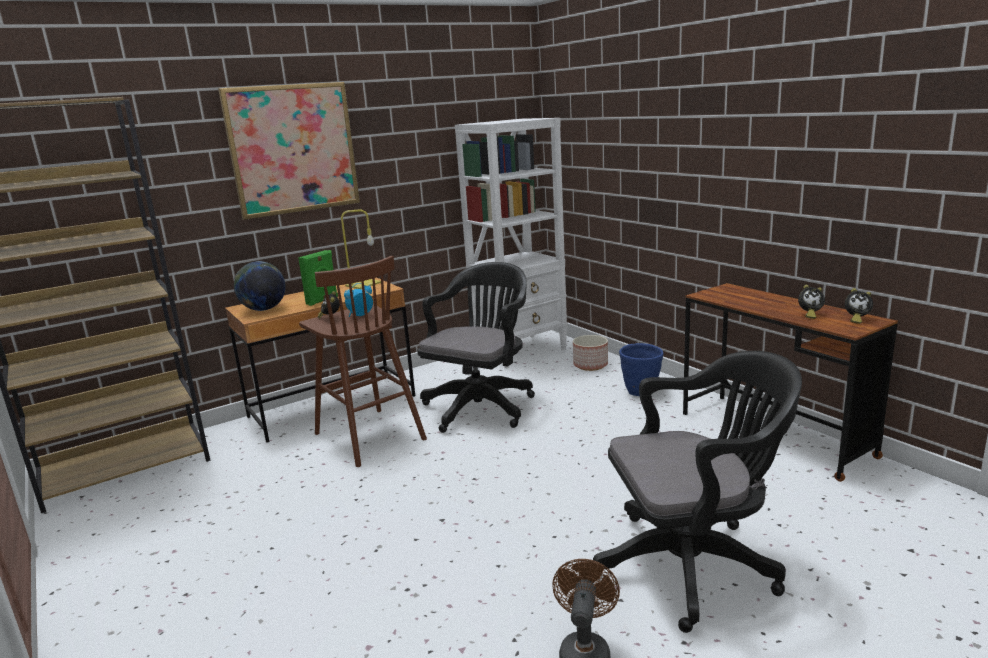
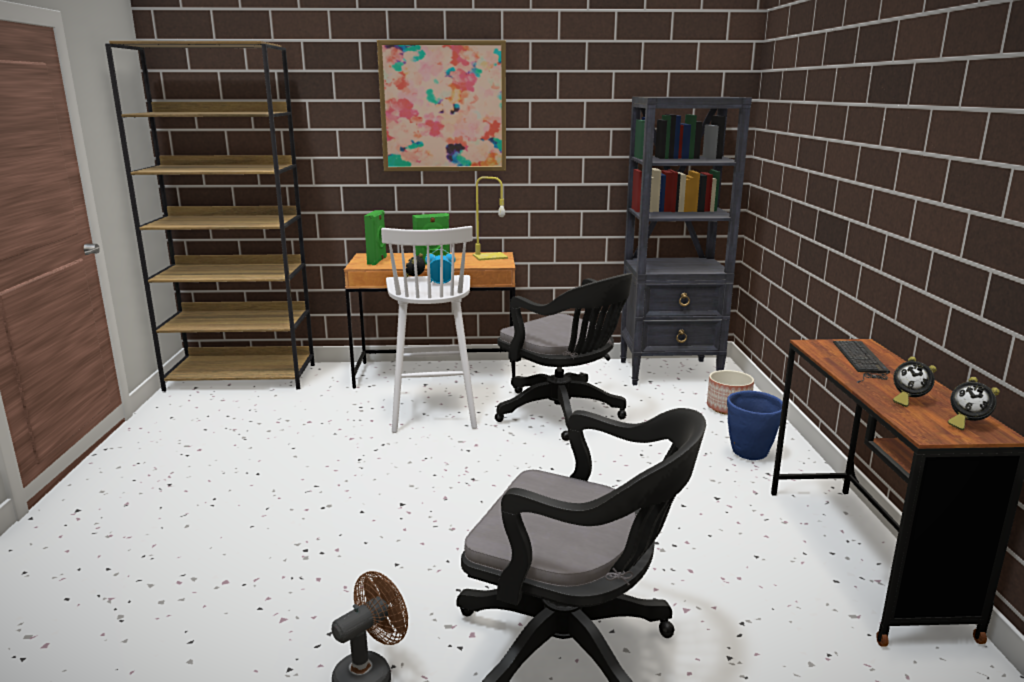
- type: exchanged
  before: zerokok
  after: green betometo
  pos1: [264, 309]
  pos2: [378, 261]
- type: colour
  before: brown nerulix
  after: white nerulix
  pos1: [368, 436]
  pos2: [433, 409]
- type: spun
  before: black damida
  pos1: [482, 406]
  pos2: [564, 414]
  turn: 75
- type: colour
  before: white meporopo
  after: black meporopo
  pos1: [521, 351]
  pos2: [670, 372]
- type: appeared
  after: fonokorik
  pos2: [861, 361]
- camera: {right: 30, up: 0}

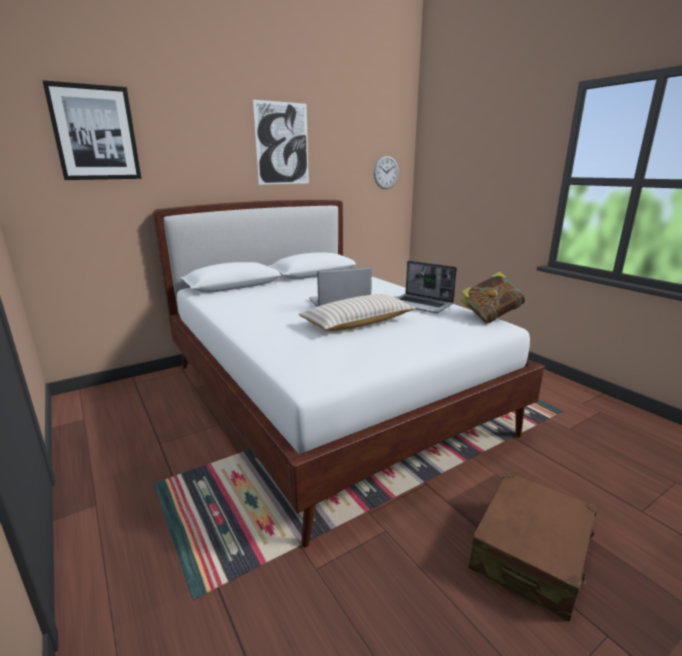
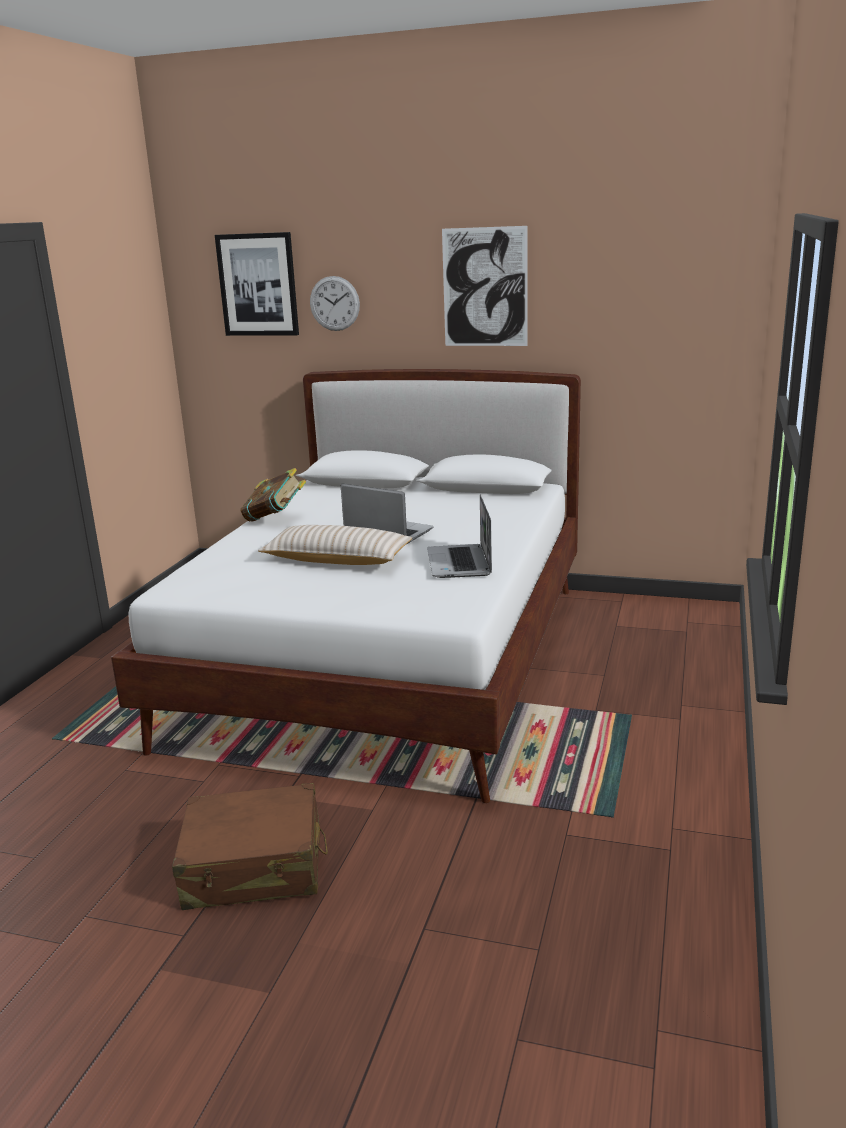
- type: relocated
  before: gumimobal
  pos1: [386, 172]
  pos2: [334, 303]
- type: relocated
  before: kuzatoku
  pos1: [490, 317]
  pos2: [275, 519]
- camera: {right: 50, up: 0}

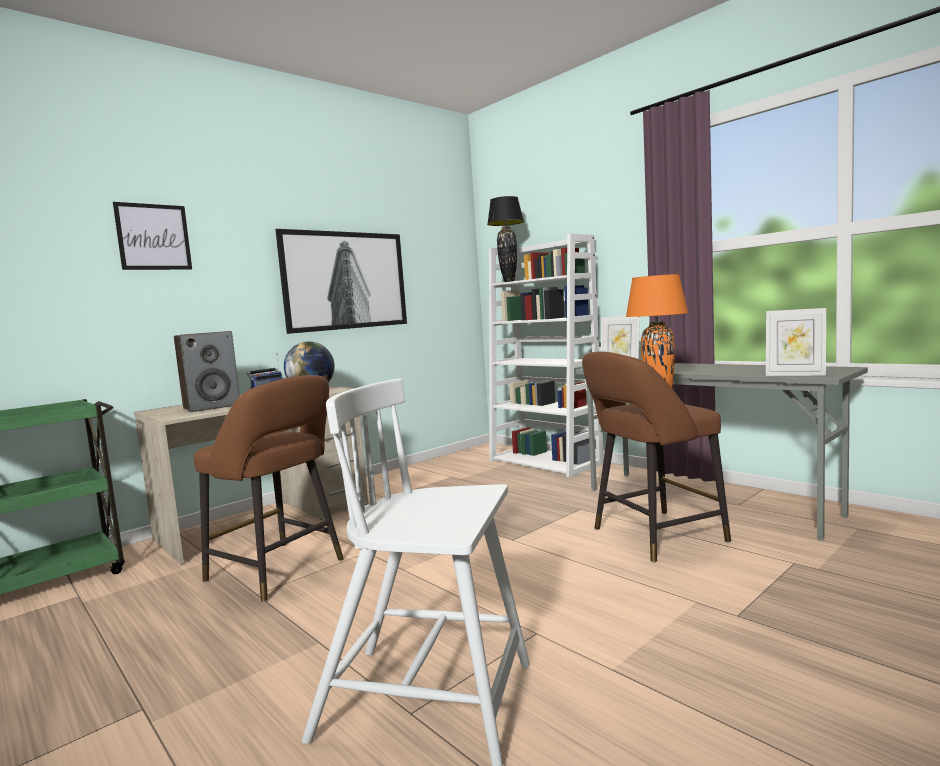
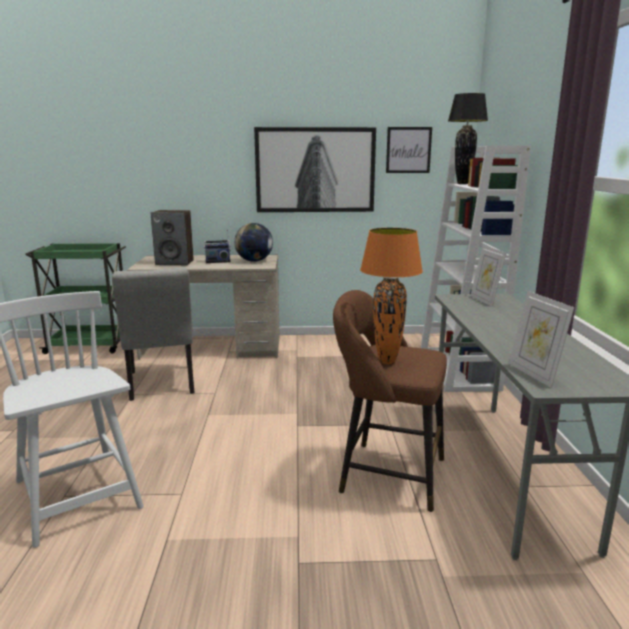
- type: relocated
  before: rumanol
  pos1: [153, 237]
  pos2: [408, 150]
- type: exchanged
  before: brown nerulix
  after: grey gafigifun
  pos1: [280, 572]
  pos2: [161, 385]
- camera: {right: 40, up: 10}

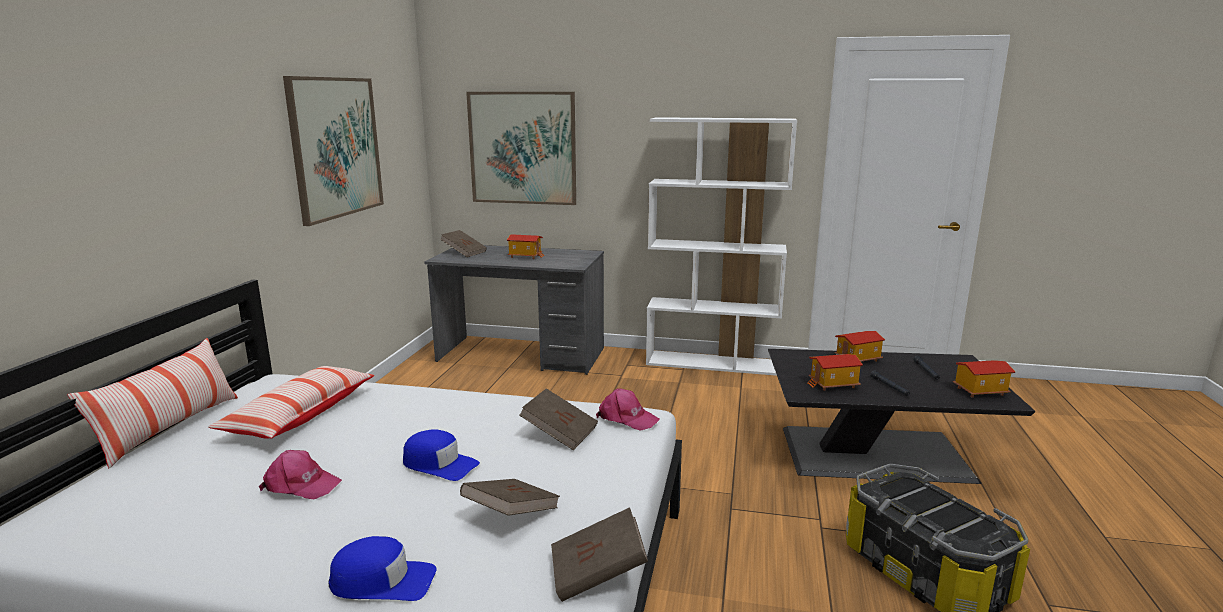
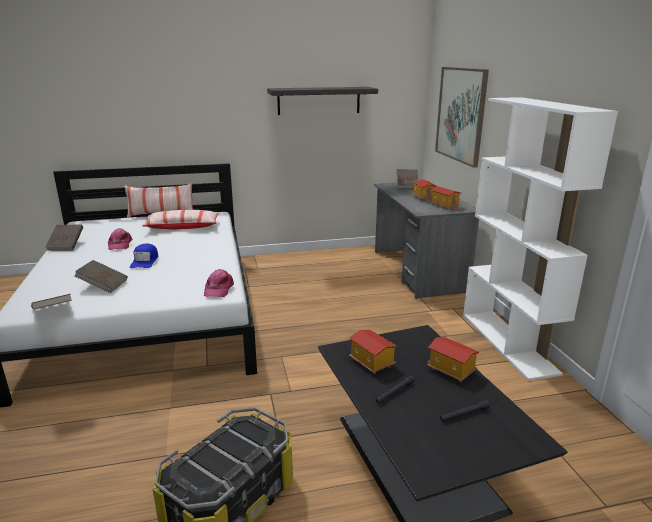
- type: exchanged
  before: rumanol
  after: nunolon
  pos1: [336, 147]
  pos2: [319, 100]
- type: missing
  before: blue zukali
  pos1: [383, 581]
- type: relocated
  before: brown kuzatoku
  pos1: [560, 433]
  pos2: [66, 245]
- type: relocated
  before: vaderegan
  pos1: [980, 391]
  pos2: [445, 206]
- camera: {right: 65, up: 5}

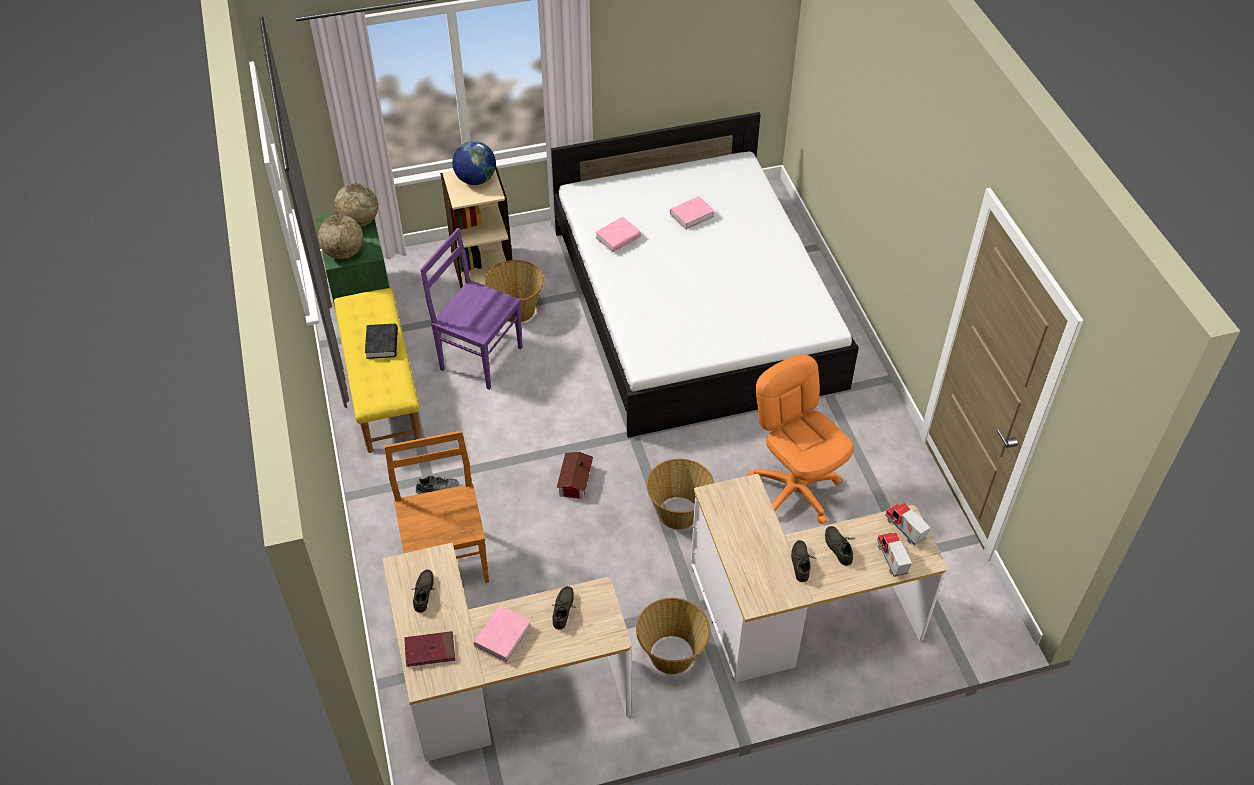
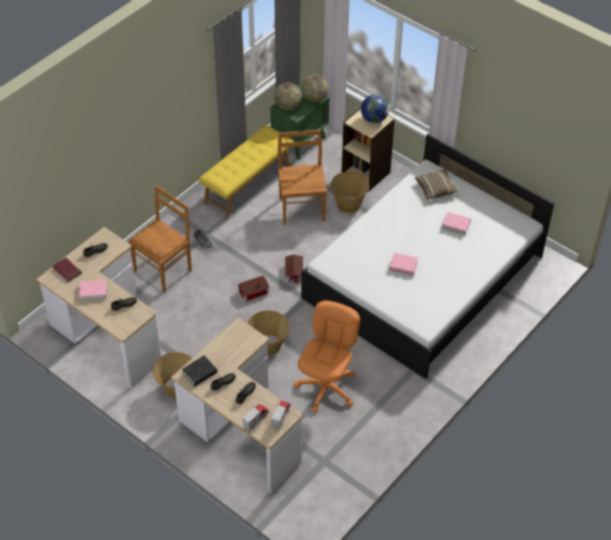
- type: relocated
  before: black kuzatoku
  pos1: [382, 344]
  pos2: [199, 373]
- type: colour
  before: purple gafigifun
  after: brown gafigifun
  pos1: [479, 357]
  pos2: [301, 208]
- type: relocated
  before: pink kuzatoku
  pos1: [618, 237]
  pos2: [403, 266]
- type: appeared
  after: vaderegan
  pos2: [294, 272]
- type: appeared
  after: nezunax
  pos2: [435, 188]
- camera: {right: 55, up: 0}

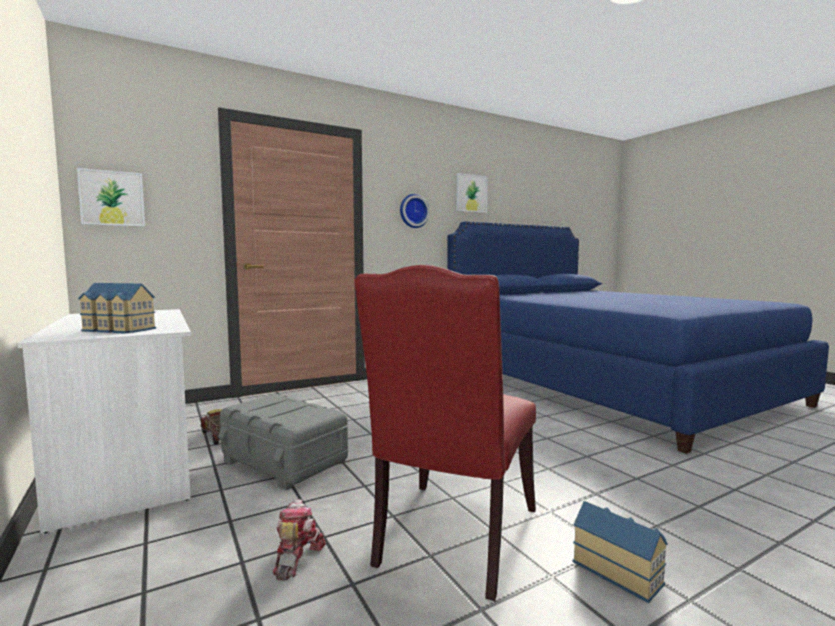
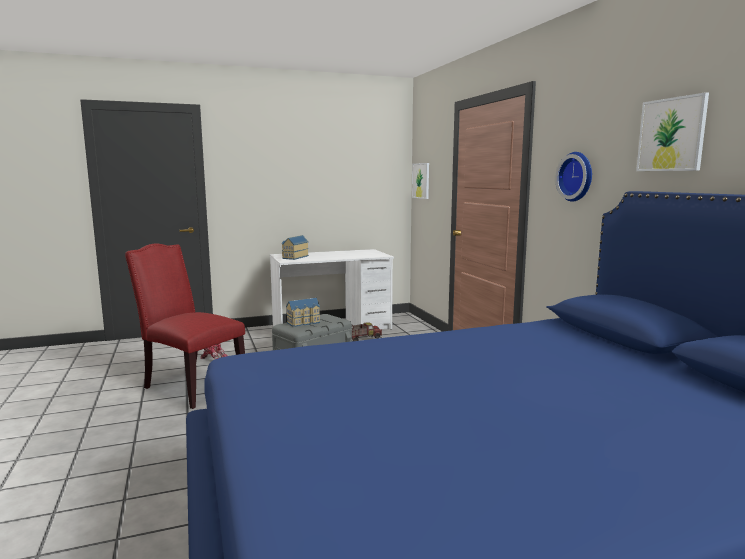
- type: relocated
  before: vaderegan
  pos1: [618, 570]
  pos2: [304, 322]
- camera: {right: 100, up: 5}

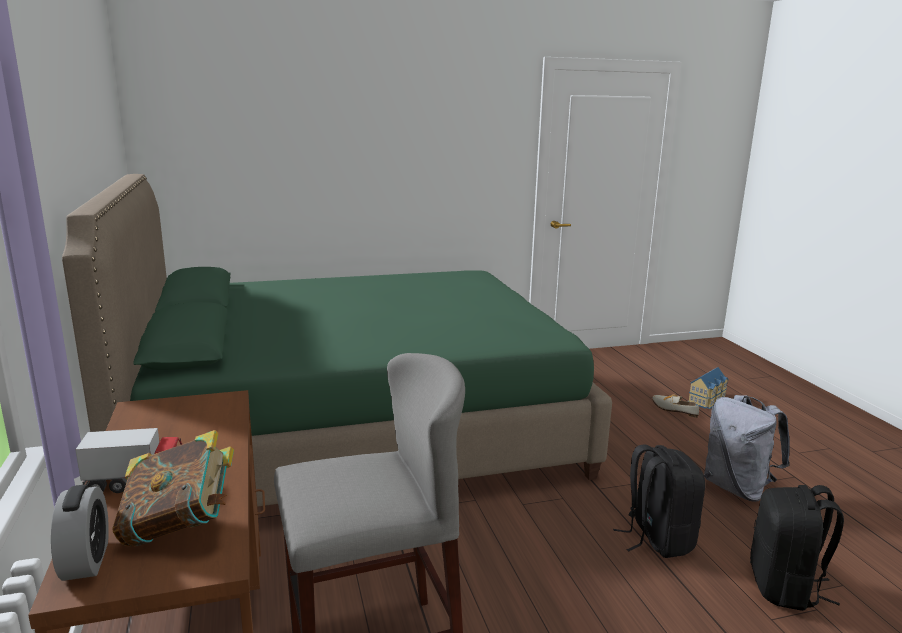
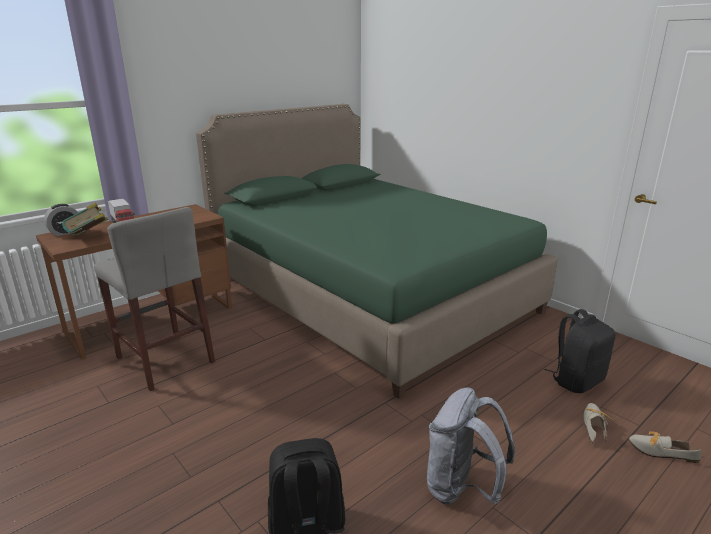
- type: relocated
  before: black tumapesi
  pos1: [657, 538]
  pos2: [576, 380]
- type: exchanged
  before: vaderegan
  after: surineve
  pos1: [708, 400]
  pos2: [657, 451]
- camera: {right: 65, up: 5}

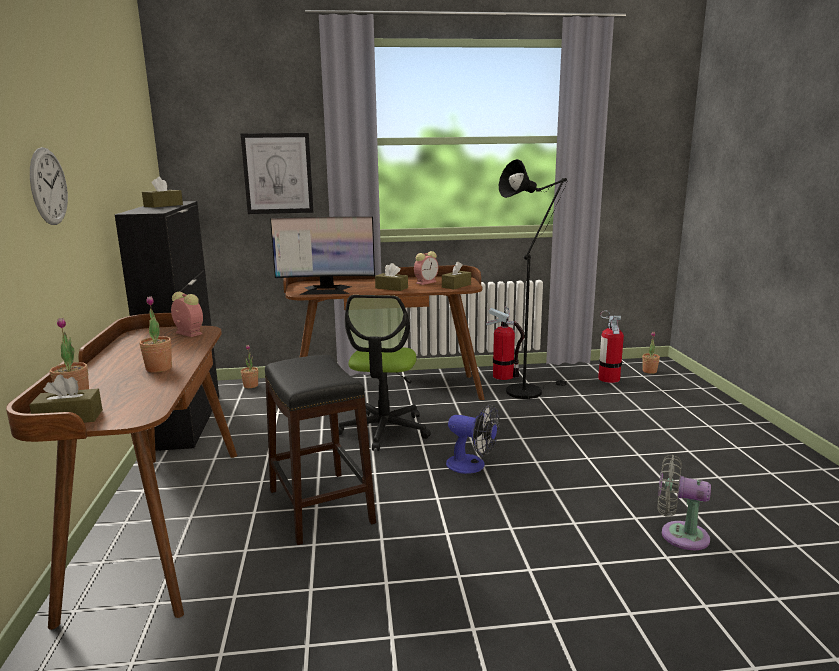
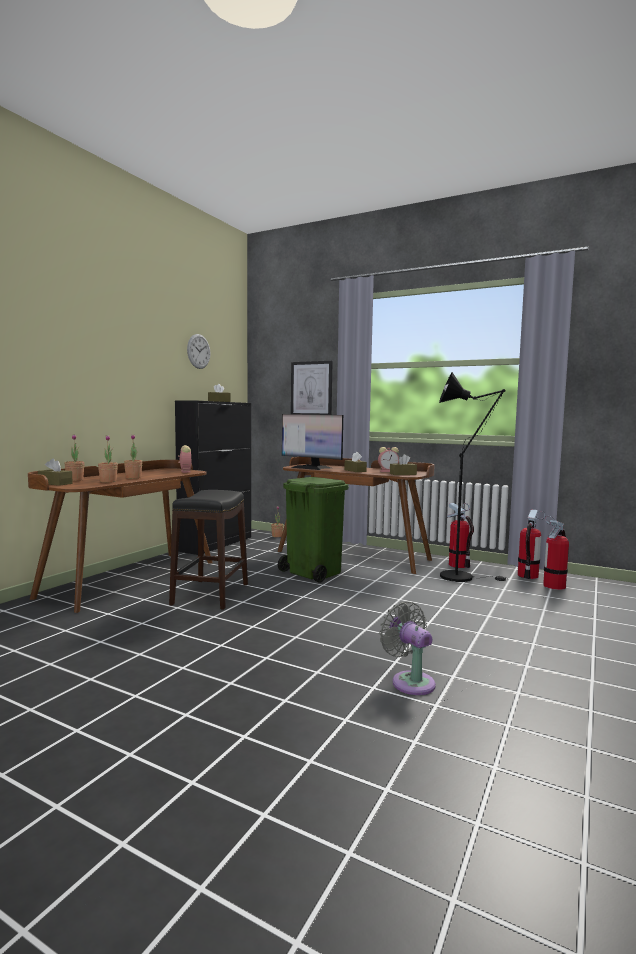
- type: relocated
  before: gumimobal
  pos1: [48, 186]
  pos2: [198, 351]
- type: exchanged
  before: damida
  after: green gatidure
  pos1: [384, 430]
  pos2: [313, 572]
- type: missing
  before: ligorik
  pos1: [472, 466]
- type: relocated
  before: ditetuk
  pos1: [649, 371]
  pos2: [108, 481]
- type: appeared
  after: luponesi
  pos2: [528, 576]
- camera: {right: 35, up: -10}

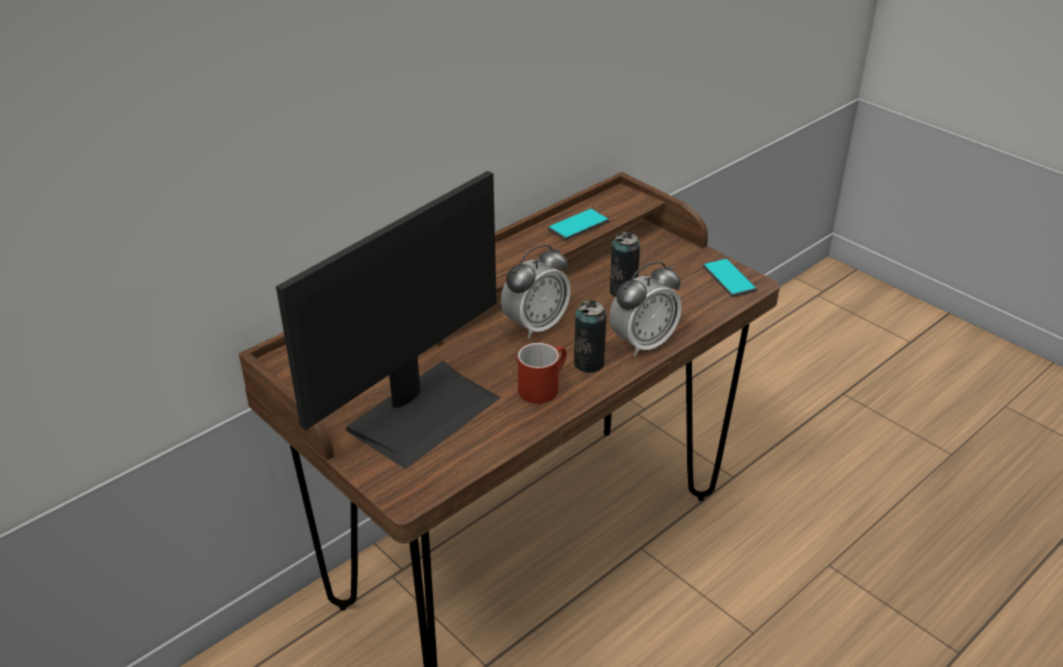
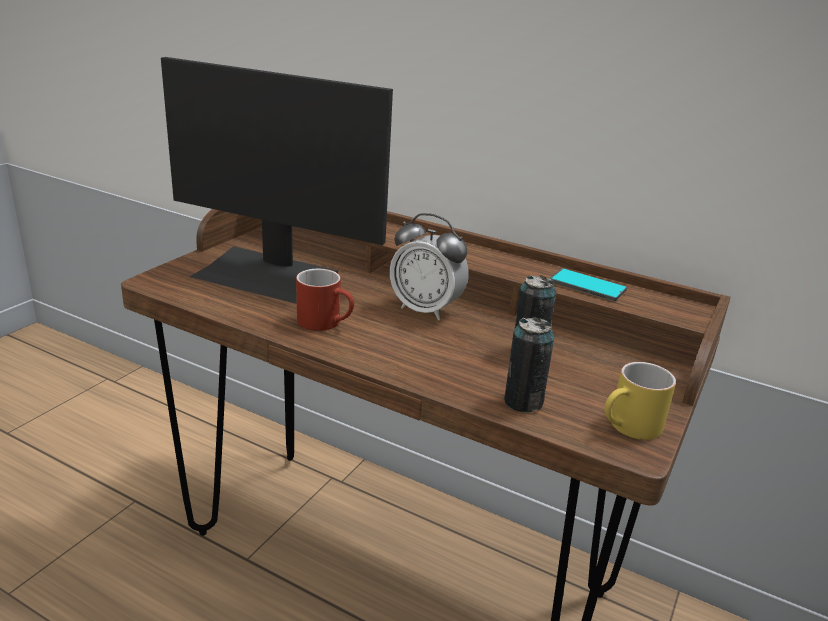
- type: relocated
  before: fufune
  pos1: [589, 363]
  pos2: [523, 402]
- type: missing
  before: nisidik
  pos1: [643, 343]
- type: exchanged
  before: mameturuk
  after: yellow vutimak
  pos1: [729, 278]
  pos2: [629, 428]
- camera: {right: 70, up: -10}

